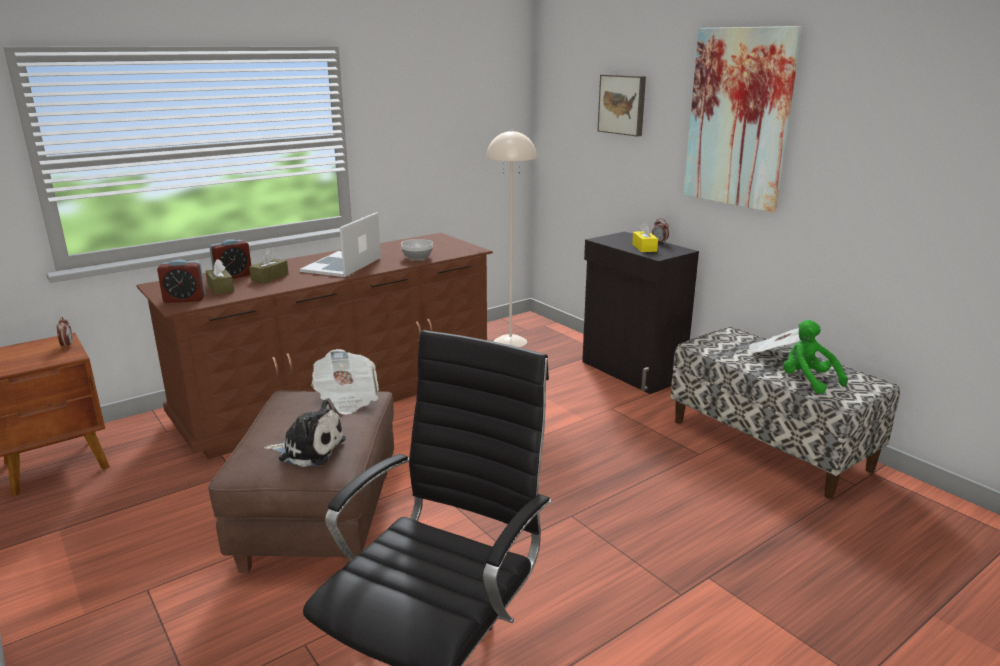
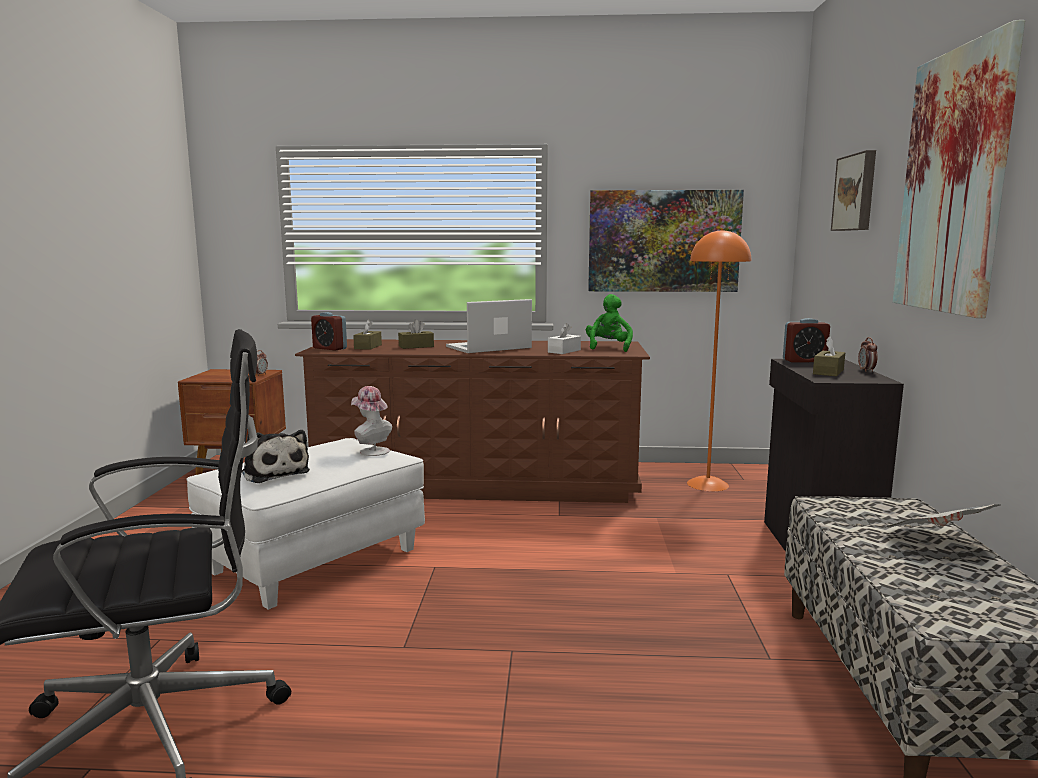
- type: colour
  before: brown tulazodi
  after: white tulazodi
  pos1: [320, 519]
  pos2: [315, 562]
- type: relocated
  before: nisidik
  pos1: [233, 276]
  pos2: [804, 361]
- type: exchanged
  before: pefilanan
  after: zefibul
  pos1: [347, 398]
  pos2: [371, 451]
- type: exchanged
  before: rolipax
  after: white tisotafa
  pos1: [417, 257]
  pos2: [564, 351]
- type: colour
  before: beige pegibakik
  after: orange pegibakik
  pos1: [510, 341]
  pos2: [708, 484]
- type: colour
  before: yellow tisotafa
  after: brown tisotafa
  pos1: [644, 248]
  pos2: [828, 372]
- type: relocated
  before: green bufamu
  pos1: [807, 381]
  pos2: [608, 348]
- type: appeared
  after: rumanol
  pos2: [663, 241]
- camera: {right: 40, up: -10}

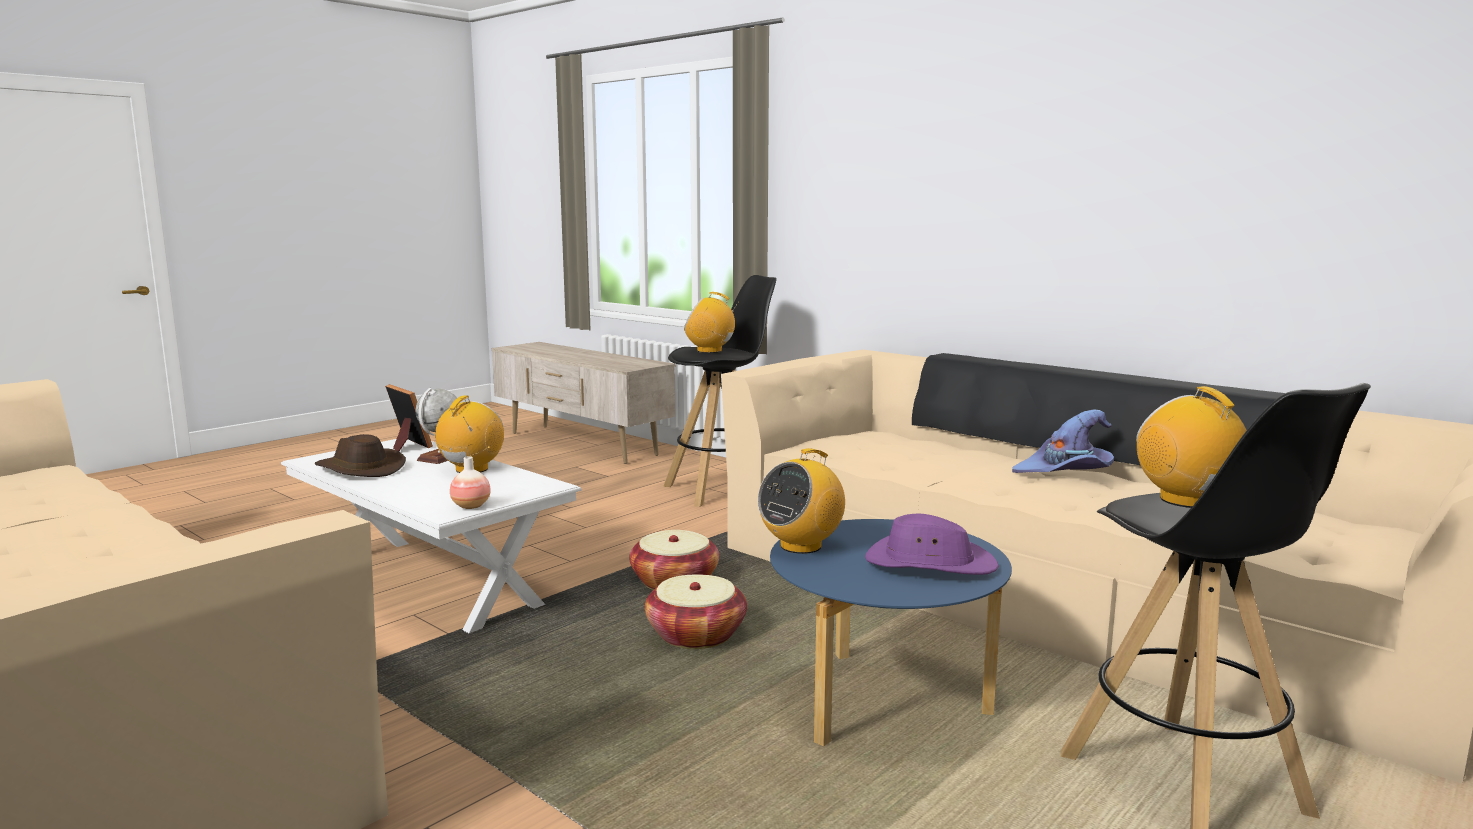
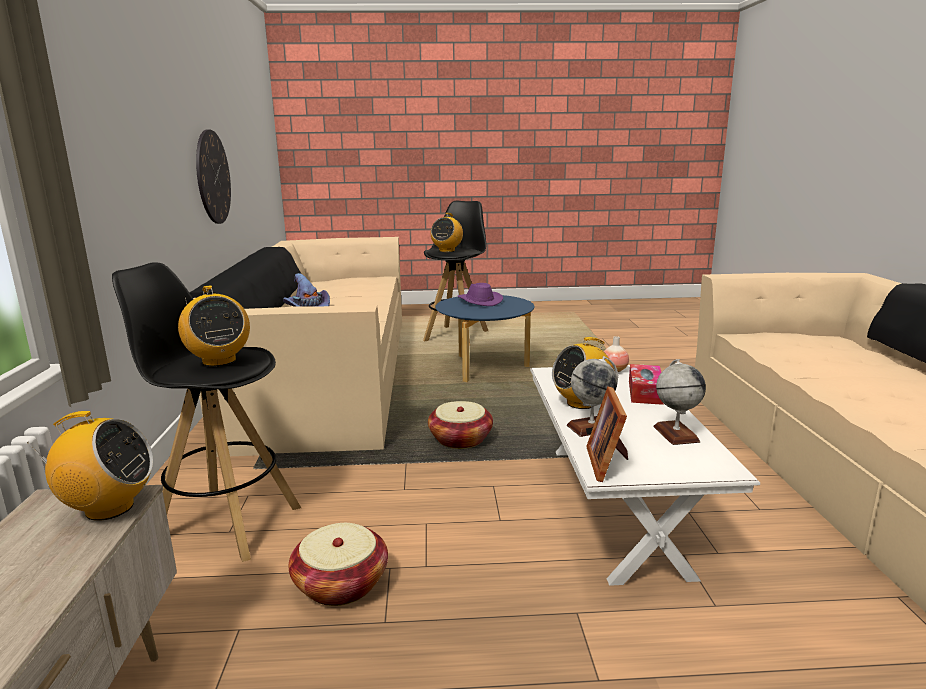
- type: exchanged
  before: brown zefibul
  after: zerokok
  pos1: [359, 469]
  pos2: [675, 434]
- type: relocated
  before: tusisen
  pos1: [696, 635]
  pos2: [341, 584]
- type: relocated
  before: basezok
  pos1: [801, 546]
  pos2: [108, 508]
- type: appeared
  after: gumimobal
  pos2: [213, 177]
- type: appeared
  after: tisotafa
  pos2: [645, 392]
- camera: {right: -135, up: 5}

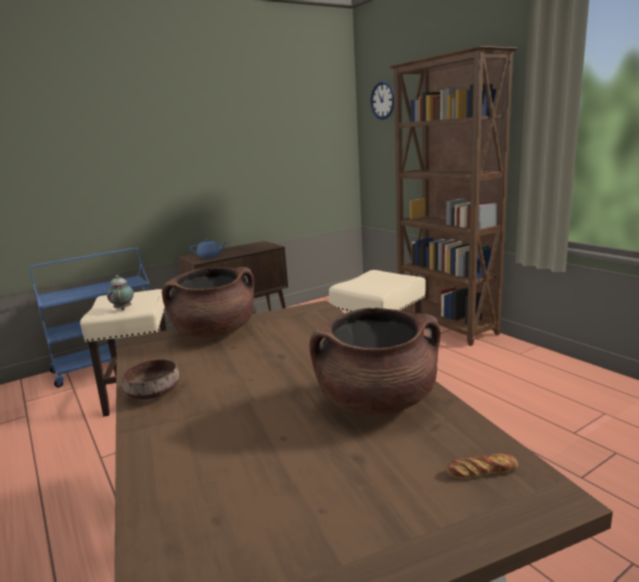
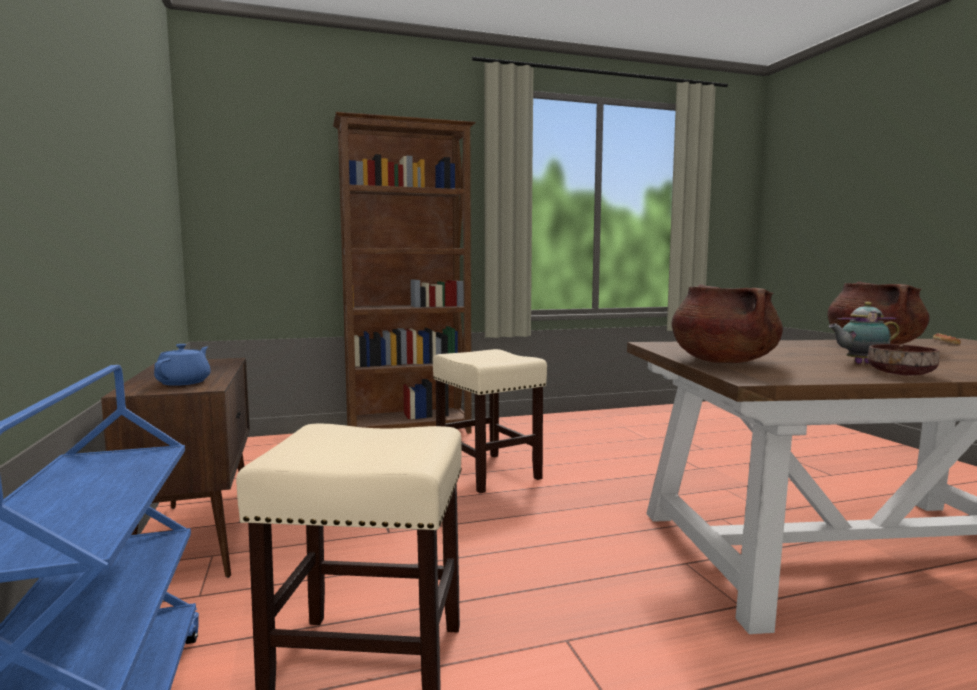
- type: relocated
  before: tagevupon
  pos1: [123, 308]
  pos2: [860, 363]
- type: missing
  before: gumimobal
  pos1: [382, 100]
- camera: {right: -75, up: -10}

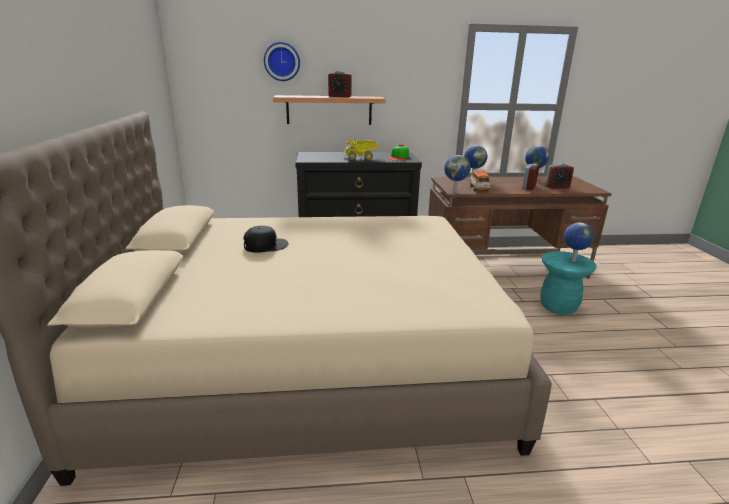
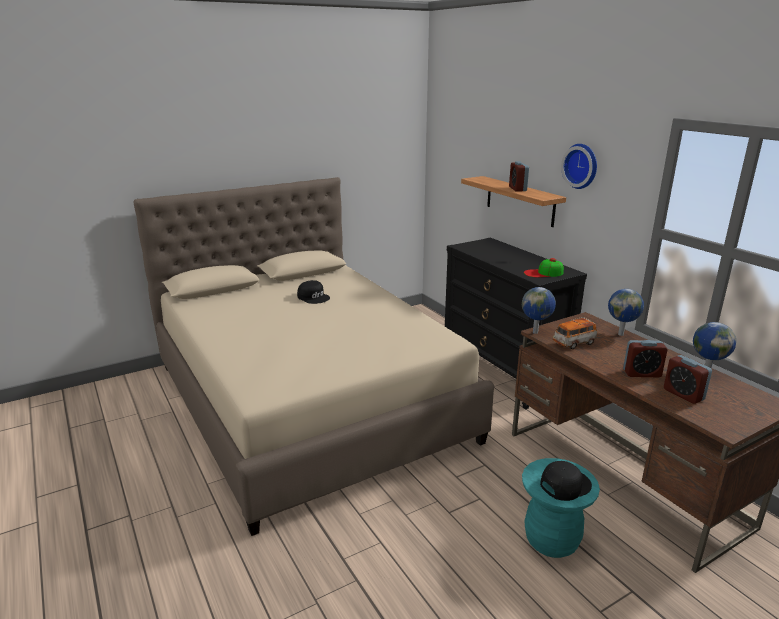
- type: relocated
  before: gumimobal
  pos1: [282, 62]
  pos2: [581, 166]
- type: missing
  before: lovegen
  pos1: [361, 158]
- type: exchanged
  before: zerokok
  after: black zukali
  pos1: [573, 260]
  pos2: [564, 484]
- camera: {right: 65, up: 0}

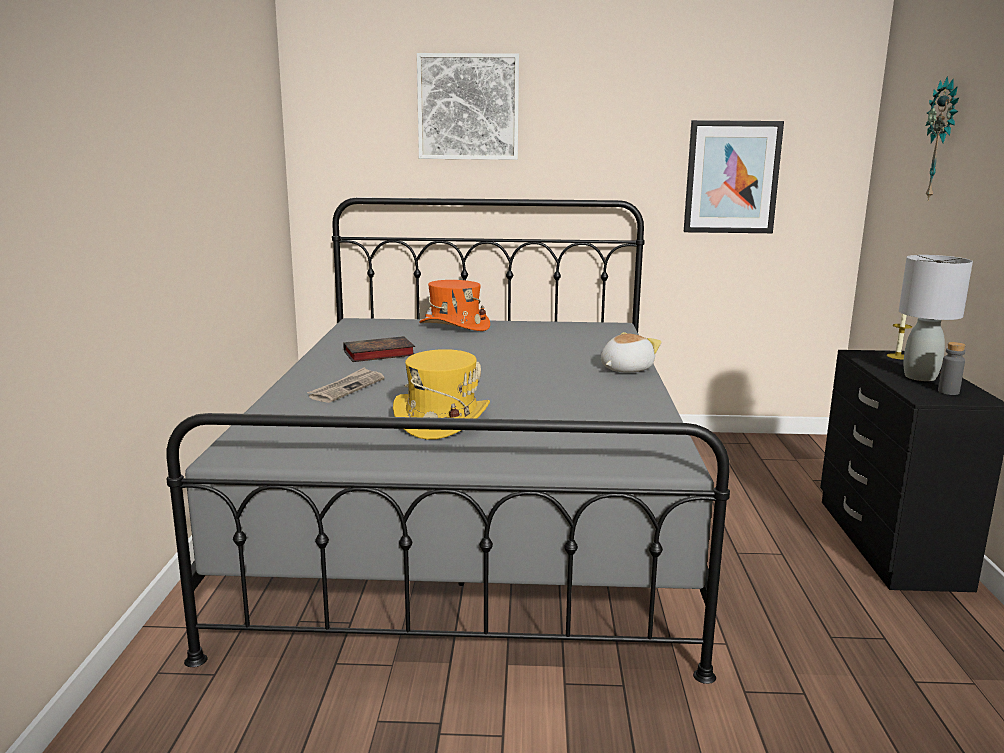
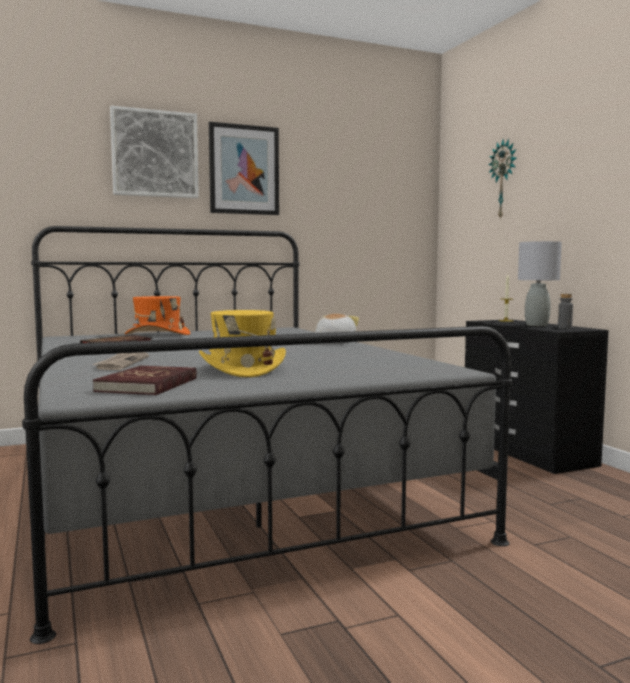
- type: relocated
  before: rumanol
  pos1: [732, 177]
  pos2: [244, 170]
- type: appeared
  after: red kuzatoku
  pos2: [148, 385]
- camera: {right: -25, up: -10}

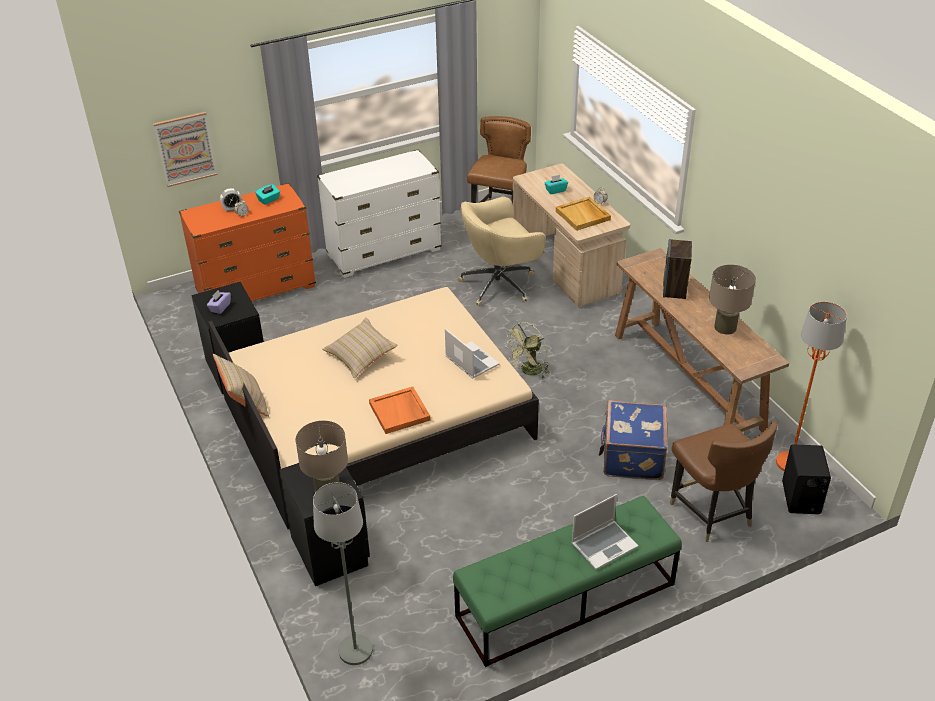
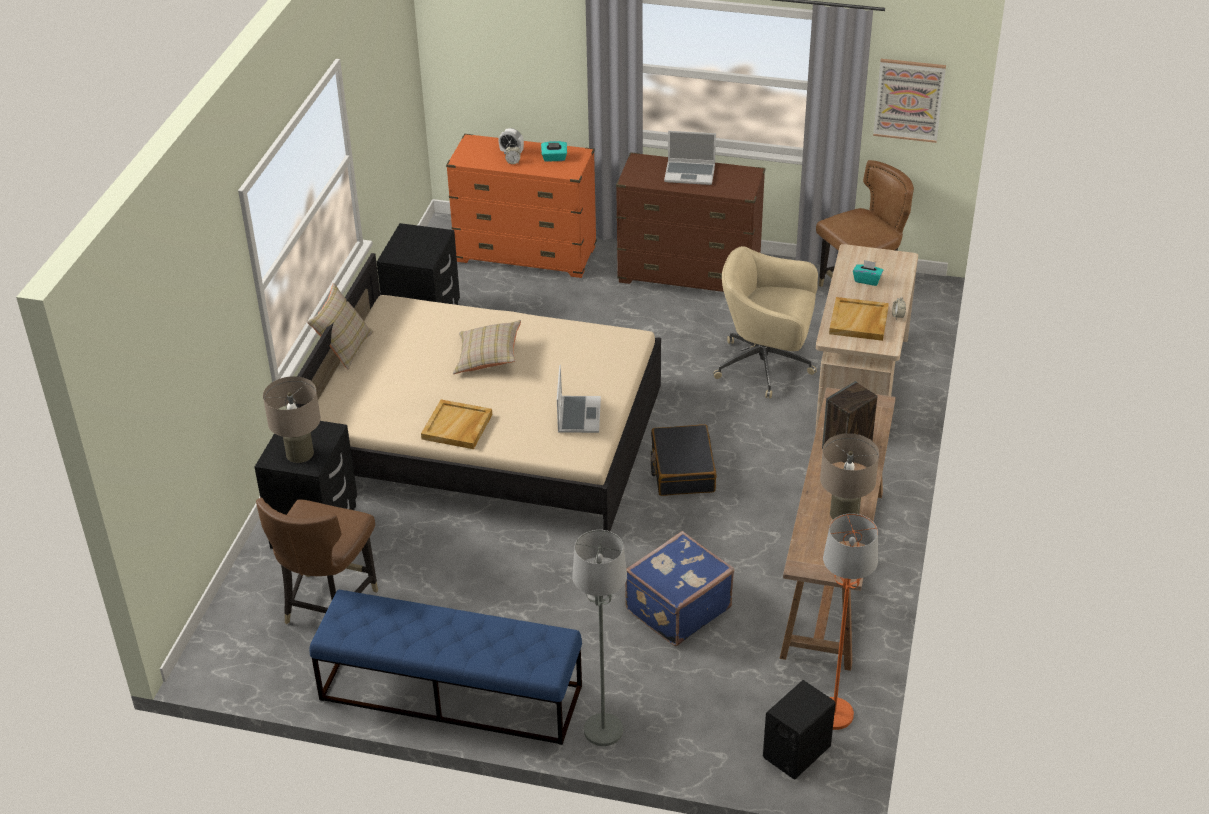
- type: relocated
  before: rumanol
  pos1: [185, 149]
  pos2: [909, 100]
- type: missing
  before: purple tisotafa
  pos1: [220, 307]
- type: relocated
  before: grey pegibakik
  pos1: [355, 650]
  pos2: [603, 730]
- type: colour
  before: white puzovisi
  after: brown puzovisi
  pos1: [384, 252]
  pos2: [689, 275]
- type: colour
  before: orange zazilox
  after: beige zazilox
  pos1: [400, 412]
  pos2: [457, 427]
- type: colour
  before: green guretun
  after: blue guretun
  pos1: [565, 600]
  pos2: [450, 692]
- type: exchanged
  before: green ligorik
  after: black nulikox
  pos1: [529, 371]
  pos2: [682, 470]
- type: relocated
  before: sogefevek
  pos1: [604, 545]
  pos2: [690, 173]
- type: relocated
  before: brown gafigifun
  pos1: [712, 513]
  pos2: [328, 605]
- camera: {right: 40, up: 0}

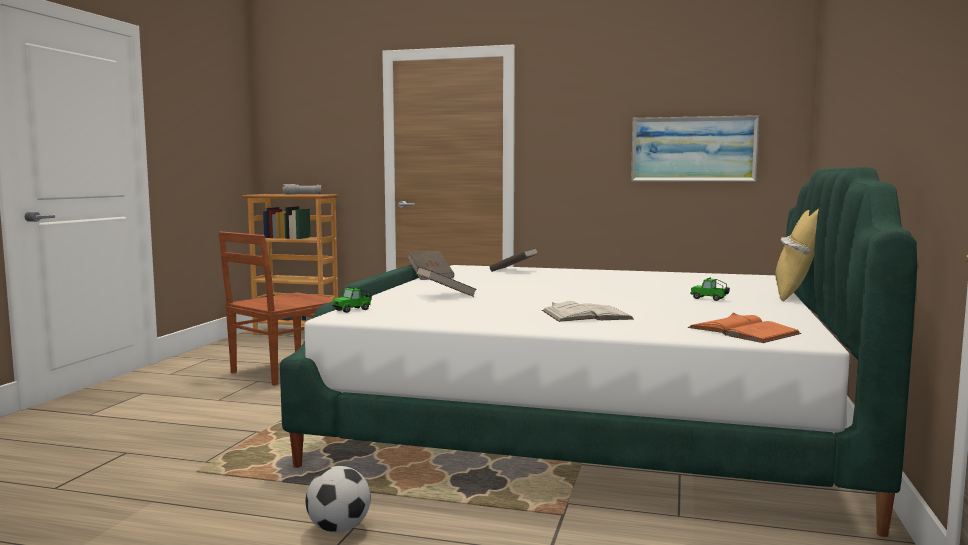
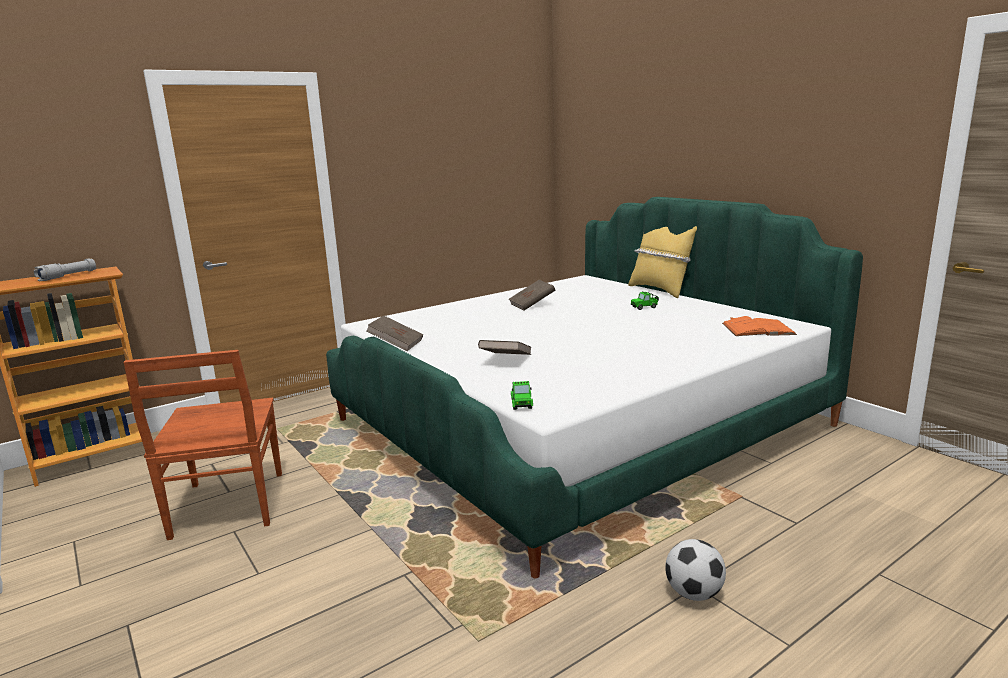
- type: relocated
  before: brown kuzatoku
  pos1: [513, 271]
  pos2: [532, 305]
- type: missing
  before: white kuzatoku
  pos1: [586, 315]
- type: missing
  before: rumanol
  pos1: [693, 149]
- camera: {right: -50, up: 10}

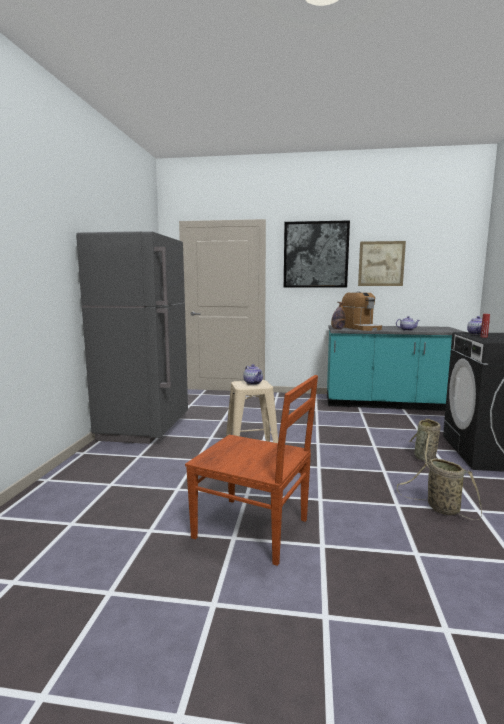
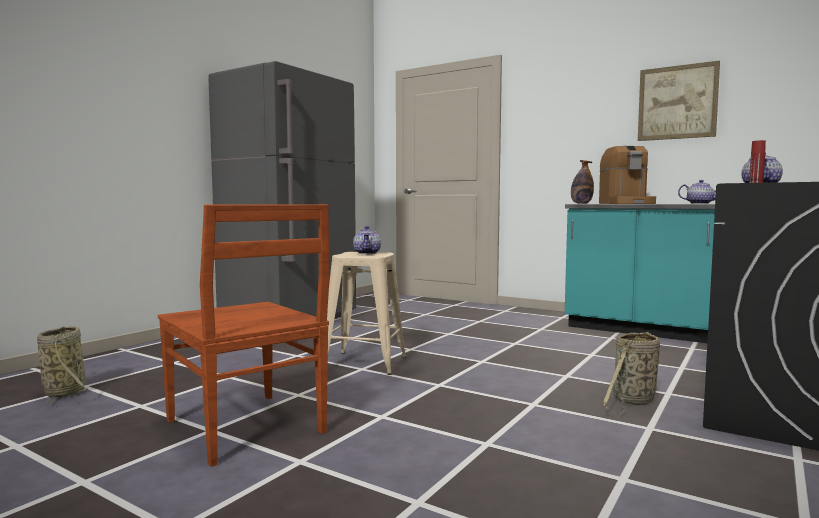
- type: missing
  before: rumanol
  pos1: [315, 255]
- type: relocated
  before: tusisen
  pos1: [440, 508]
  pos2: [65, 392]
- camera: {right: 25, up: -5}

